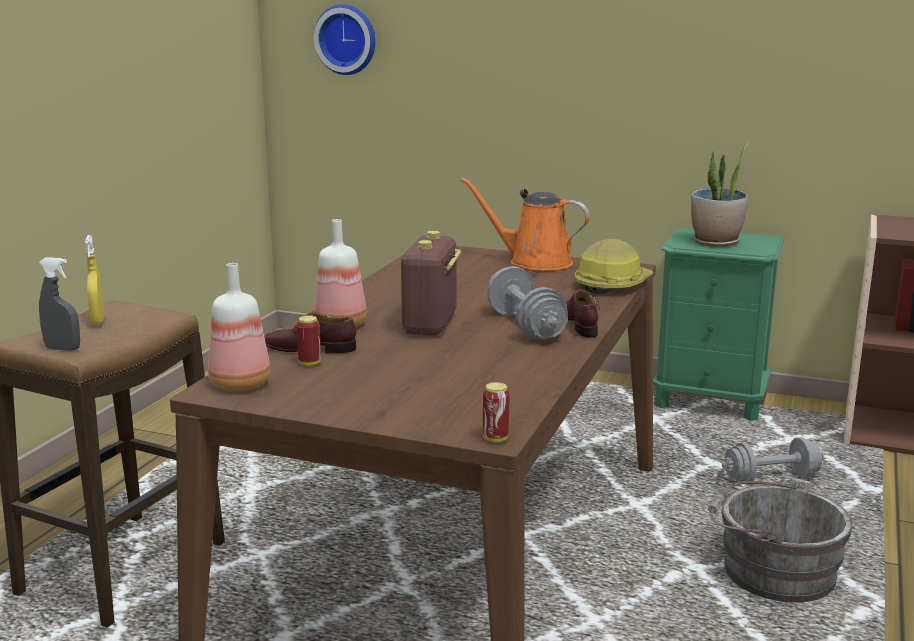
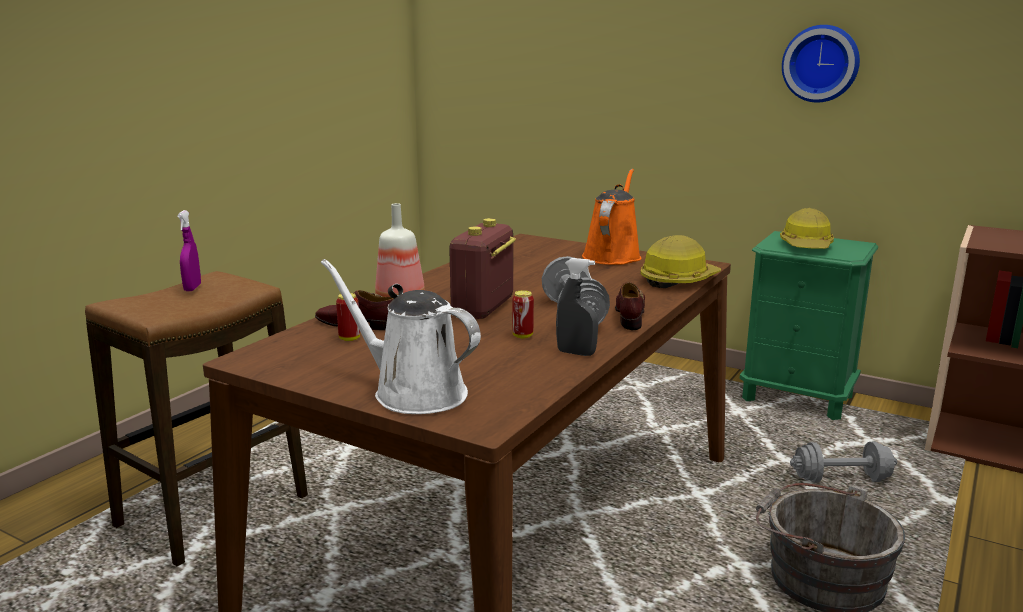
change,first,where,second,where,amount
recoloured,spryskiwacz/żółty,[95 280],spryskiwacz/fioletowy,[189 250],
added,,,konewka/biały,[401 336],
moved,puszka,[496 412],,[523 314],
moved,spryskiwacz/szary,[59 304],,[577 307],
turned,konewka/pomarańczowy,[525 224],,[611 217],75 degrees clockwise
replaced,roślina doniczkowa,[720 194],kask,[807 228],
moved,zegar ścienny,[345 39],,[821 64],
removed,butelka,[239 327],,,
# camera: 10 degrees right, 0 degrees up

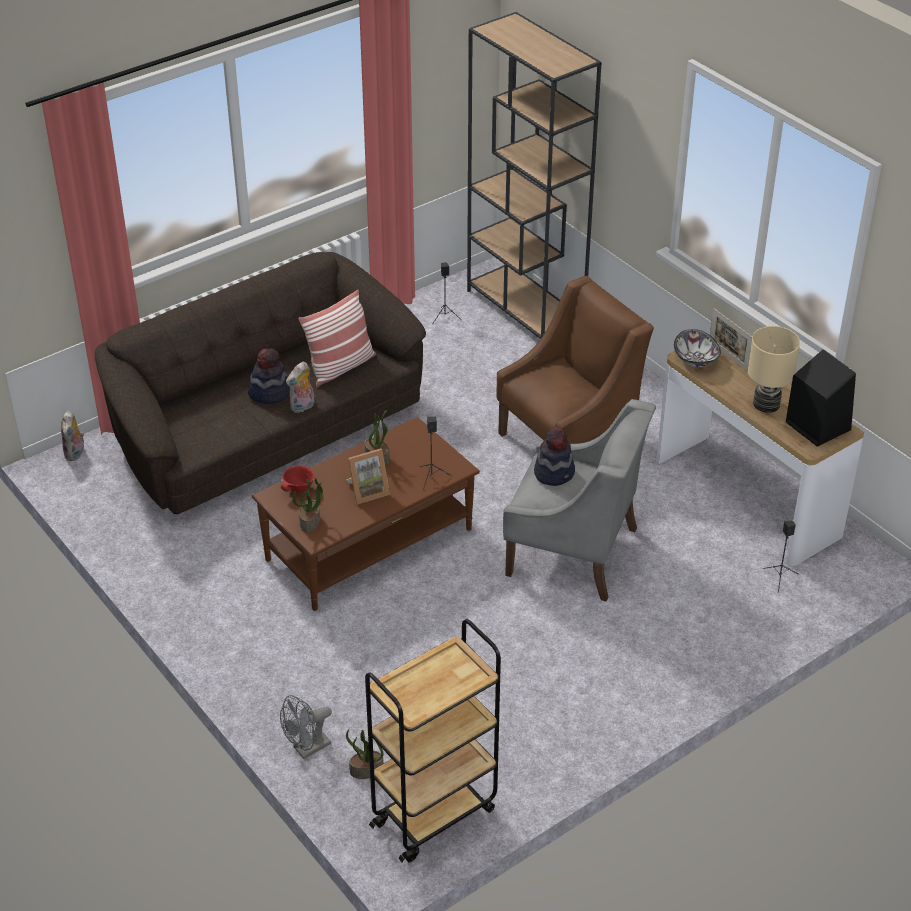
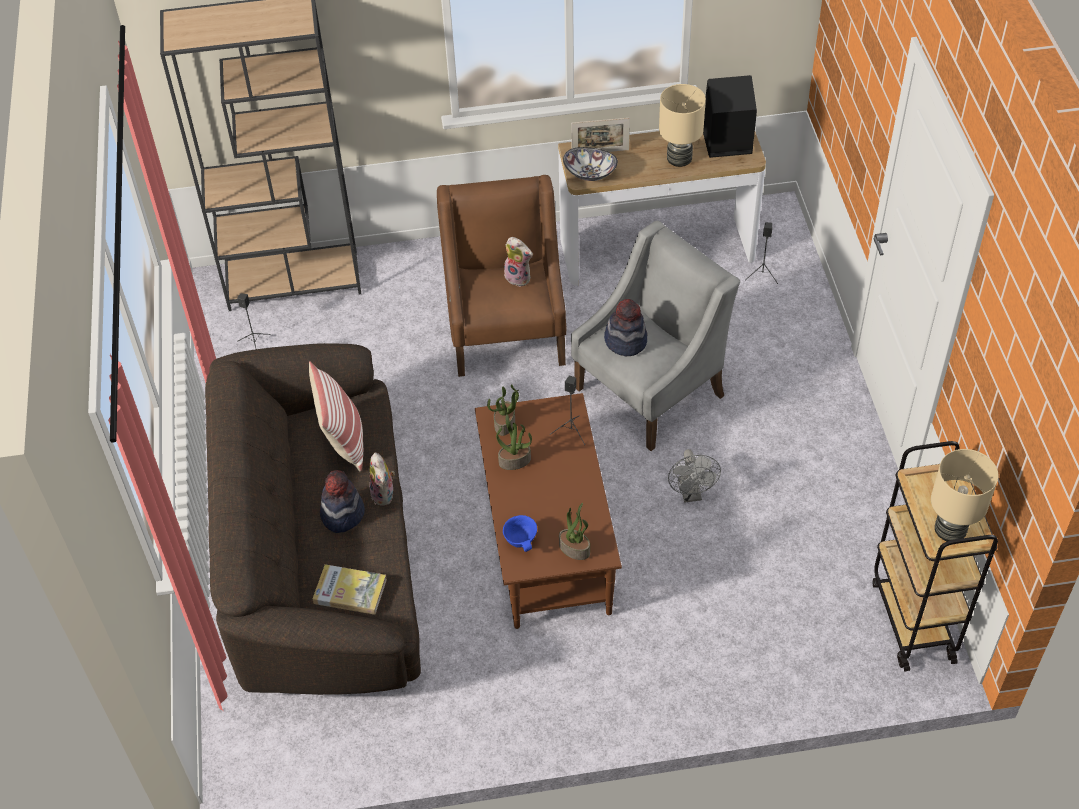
change,first,where,second,where,amount
added,,,książka,[349 589],
moved,roślina doniczkowa,[365 754],,[503 410],
recoloured,miska/czerwony,[298 479],miska/niebieski,[520 533],
moved,pluszak,[72 435],,[518 262],
moved,wentylator/szary,[306 727],,[694 476],
added,,,lampa stołowa/beżowy,[964 495],
removed,ramka na zdjęcie,[368 476],,,
# camera: 60 degrees left, 10 degrees up

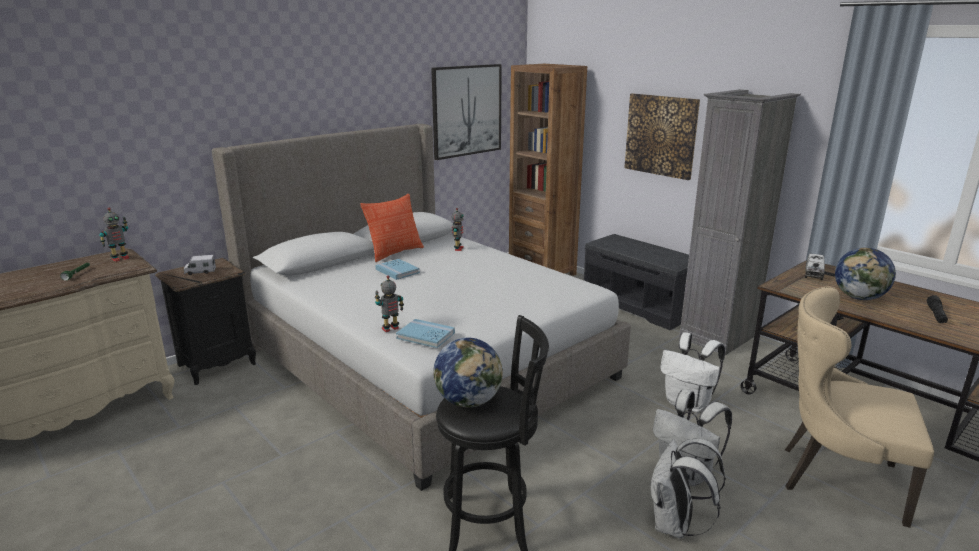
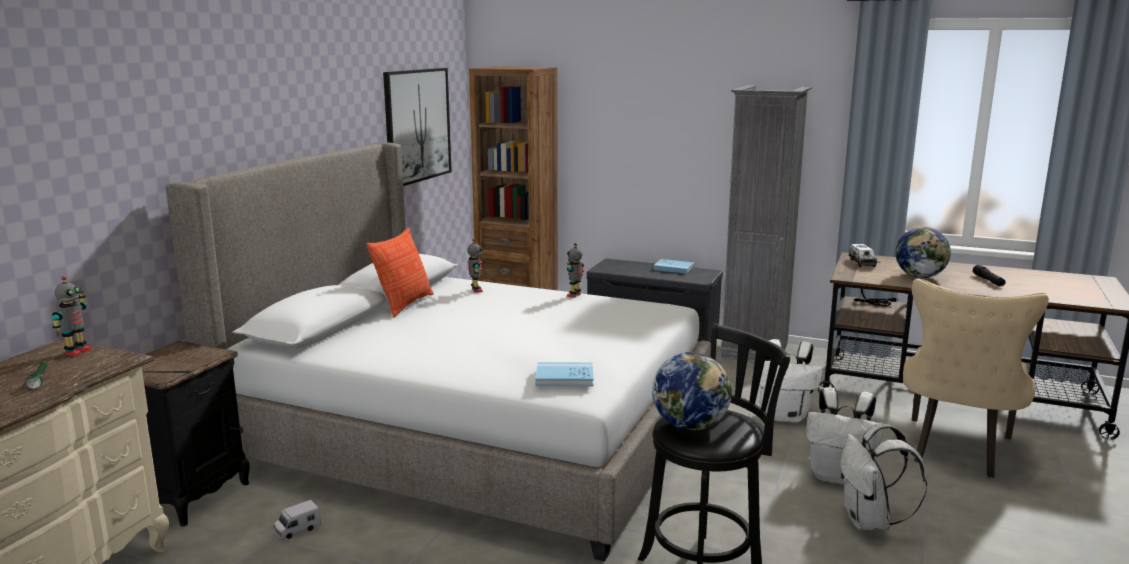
change,first,where,second,where,amount
moved,ciężarówka zabawkowa,[200 265],,[297 519],
moved,robot zabawkowy,[389 303],,[575 270],
moved,książka/niebieski,[397 269],,[673 266],
turned,krzesło/beżowy,[859 407],,[976 378],60 degrees counterclockwise
removed,obraz,[662 136],,,
# camera: 25 degrees left, 5 degrees down

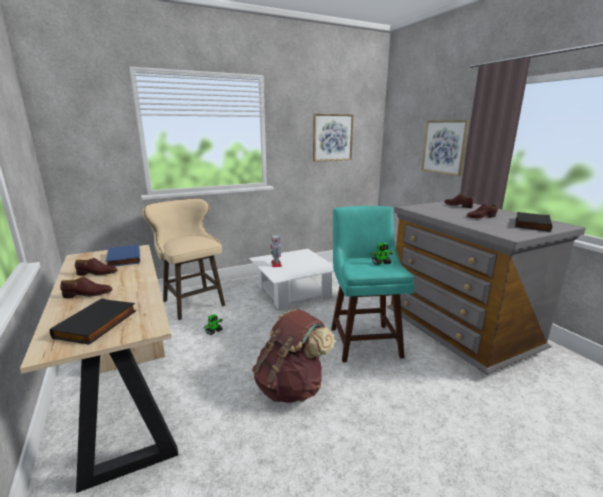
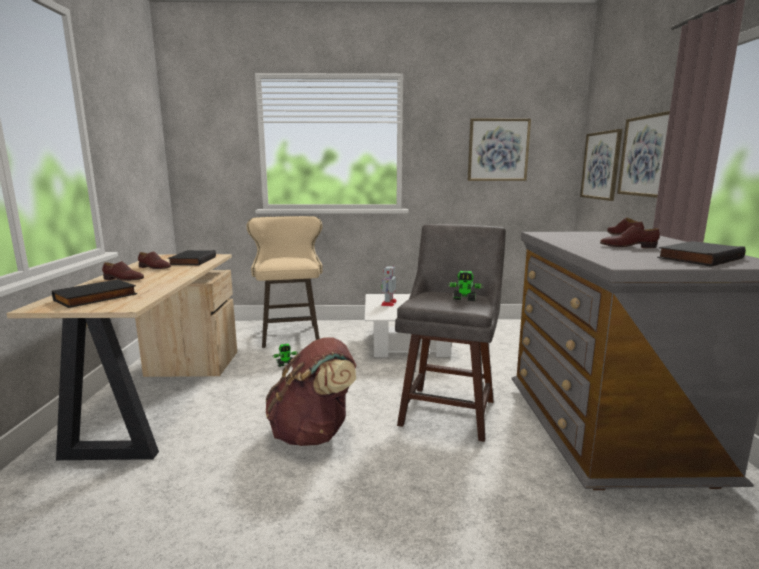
change,first,where,second,where,amount
recoloured,książka/niebieski,[123 255],książka/czarny,[192 258],
recoloured,stołek/turkusowy,[373 284],stołek/szary,[450 333],
added,,,obraz,[601 165],
# camera: 25 degrees right, 5 degrees down

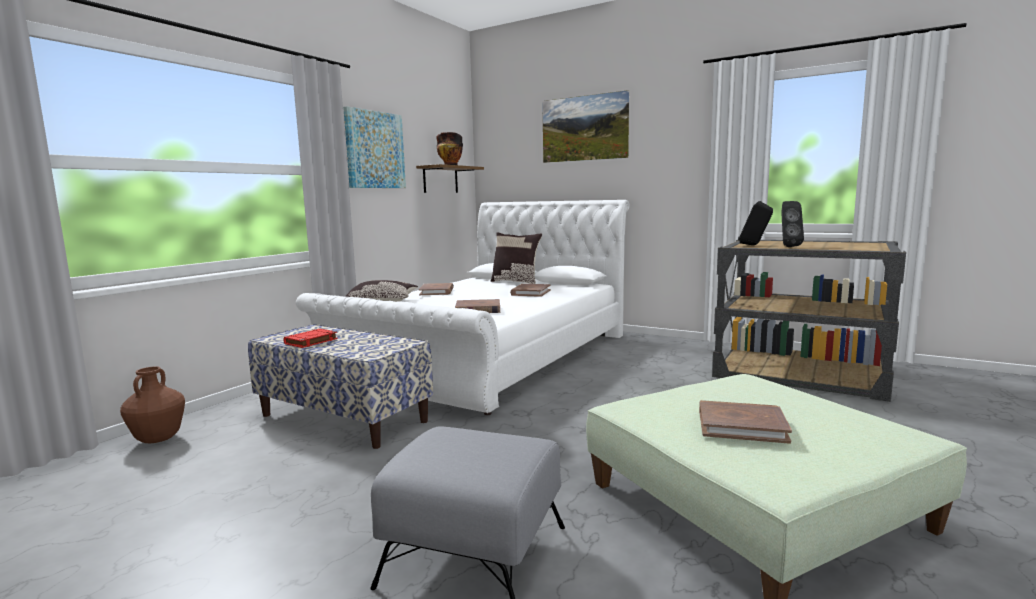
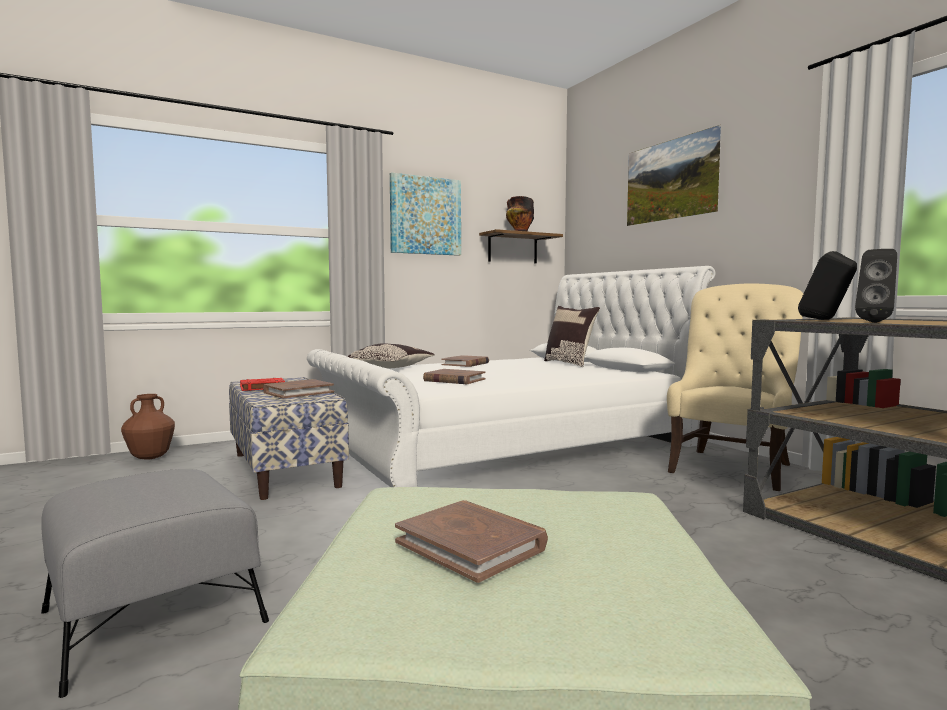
change,first,where,second,where,amount
moved,książka/brązowy,[530 290],,[298 388],
added,,,krzesło/beżowy,[735 387],
# camera: 30 degrees right, 5 degrees down

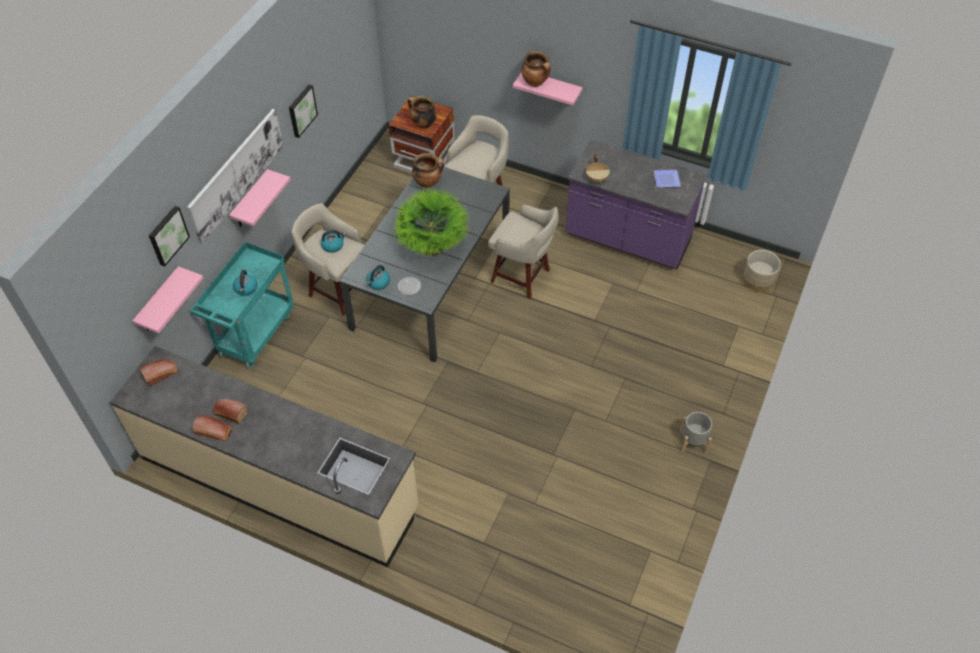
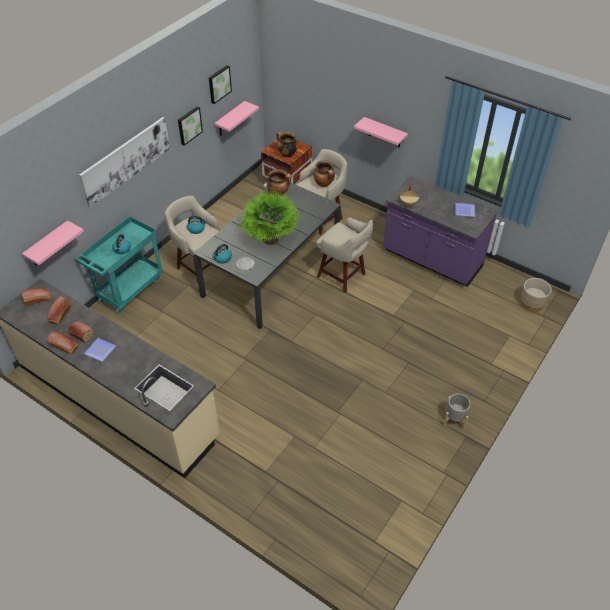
change,first,where,second,where,amount
added,,,chleb,[59 310],
added,,,talerz,[100 350],
moved,obraz,[169 236],,[220 84],
moved,półka/różowy,[260 198],,[236 118],
moved,garnek,[536 68],,[324 173],
# camera: 10 degrees right, 5 degrees down

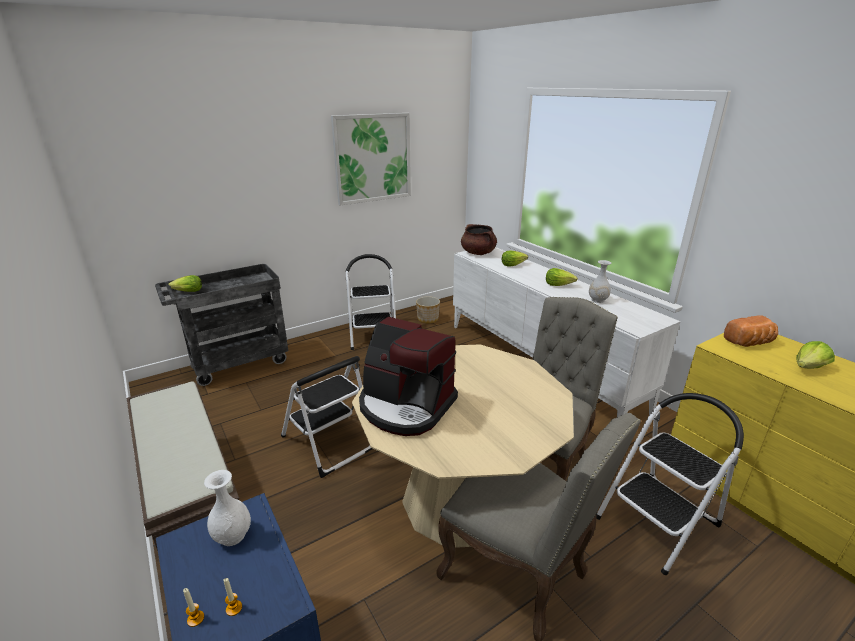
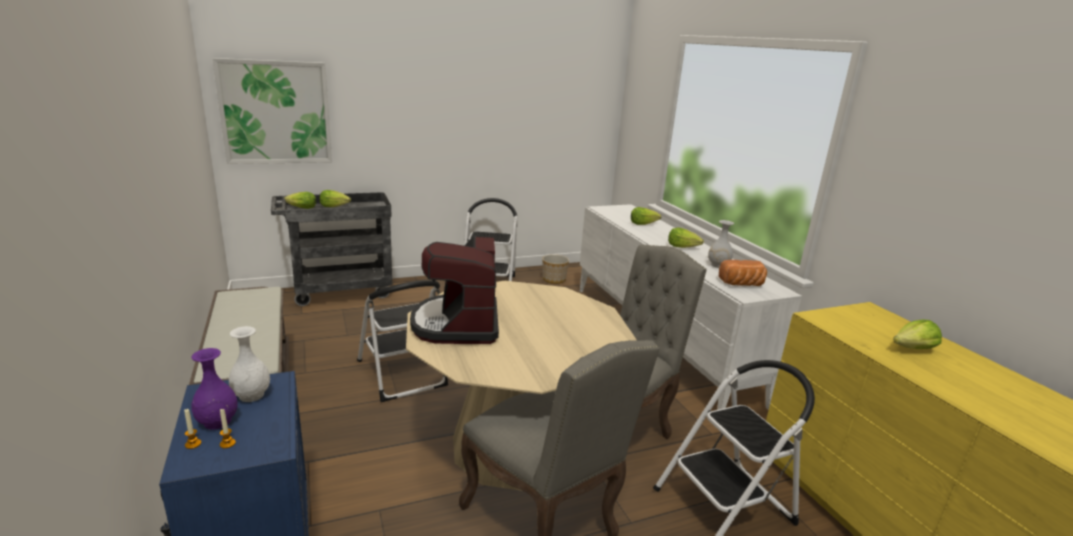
change,first,where,second,where,amount
added,,,wazon/fioletowy,[214 389],
moved,obraz,[371 159],,[272 111],
added,,,sałata,[335 198],
turned,ekspres do kawy,[408 376],,[454 290],45 degrees clockwise
moved,chleb,[751 331],,[743 273],
removed,garnek/brązowy,[479 239],,,
# camera: 10 degrees right, 5 degrees down

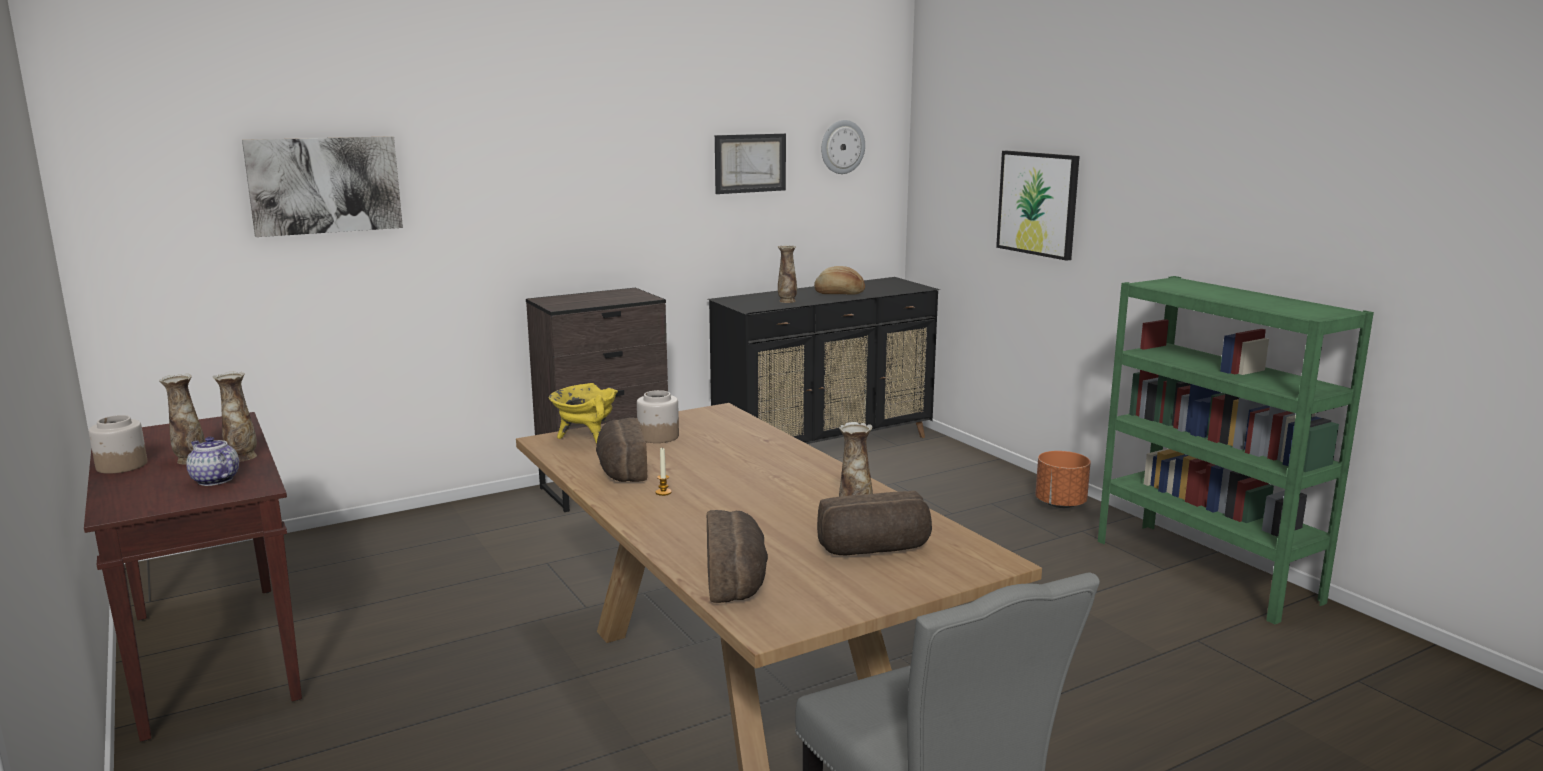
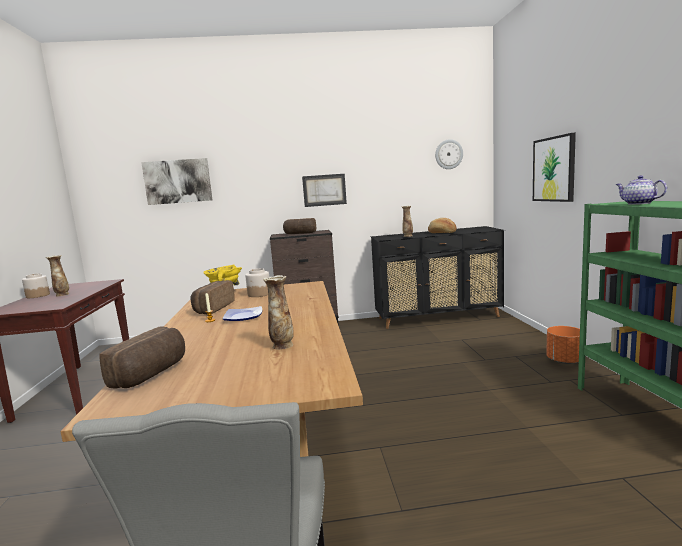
change,first,where,second,where,amount
added,,,talerz,[242 313],
moved,chleb,[874 523],,[299 226],
moved,obraz,[750 163],,[324 190],
moved,imbryk,[212 461],,[641 190],
removed,wazon,[235 416],,,
# camera: 25 degrees right, 5 degrees down

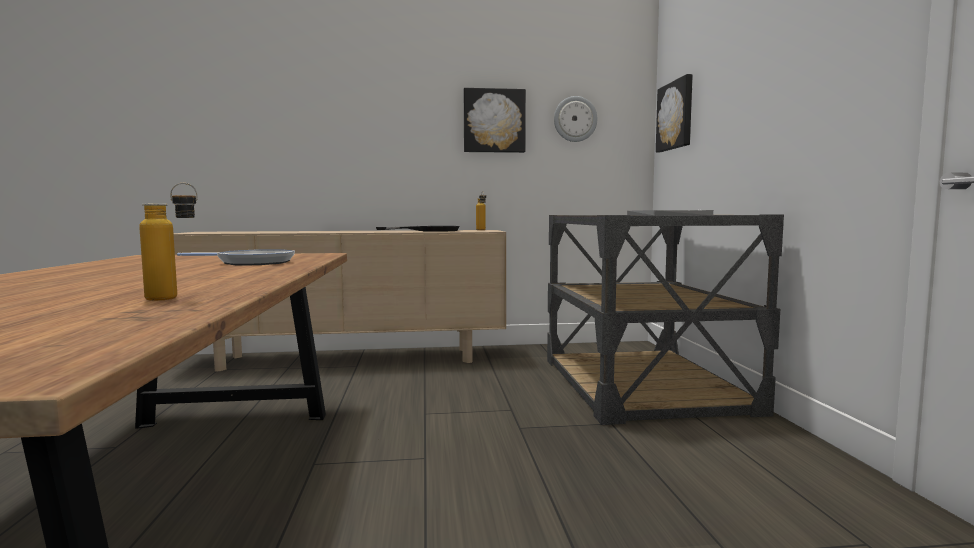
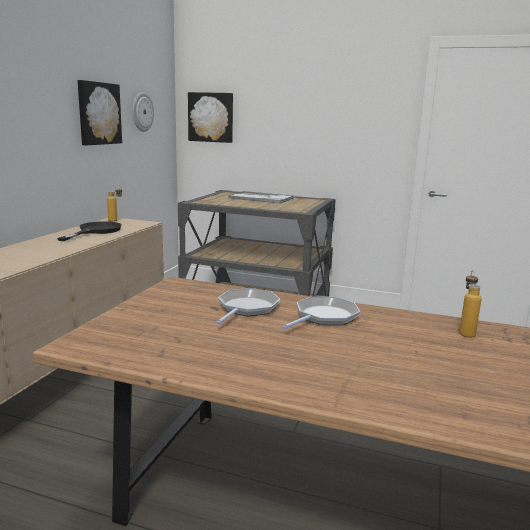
change,first,where,second,where,amount
added,,,patelnia,[321 312],
# camera: 65 degrees left, 10 degrees up

